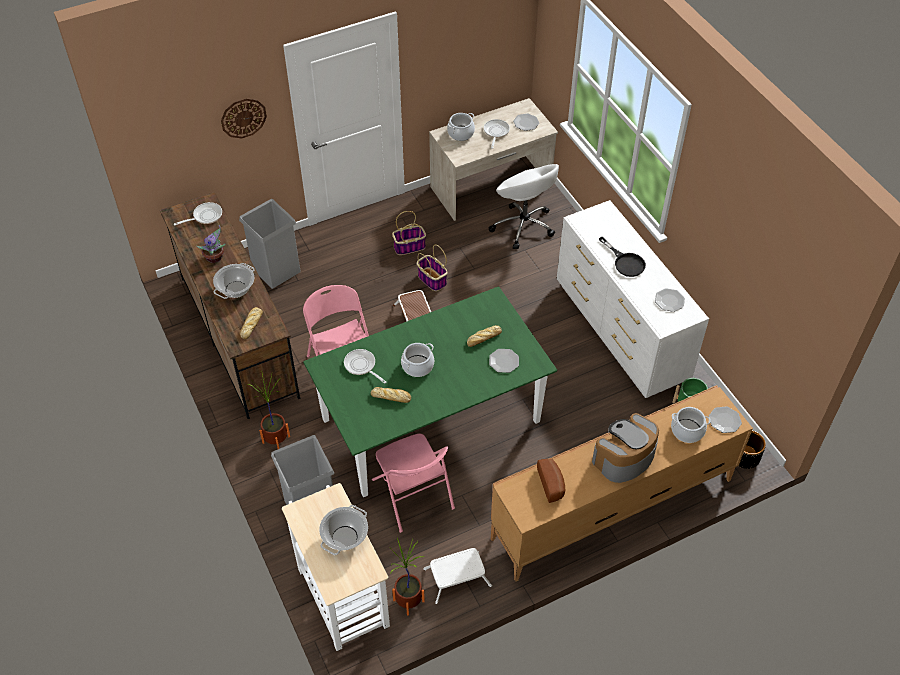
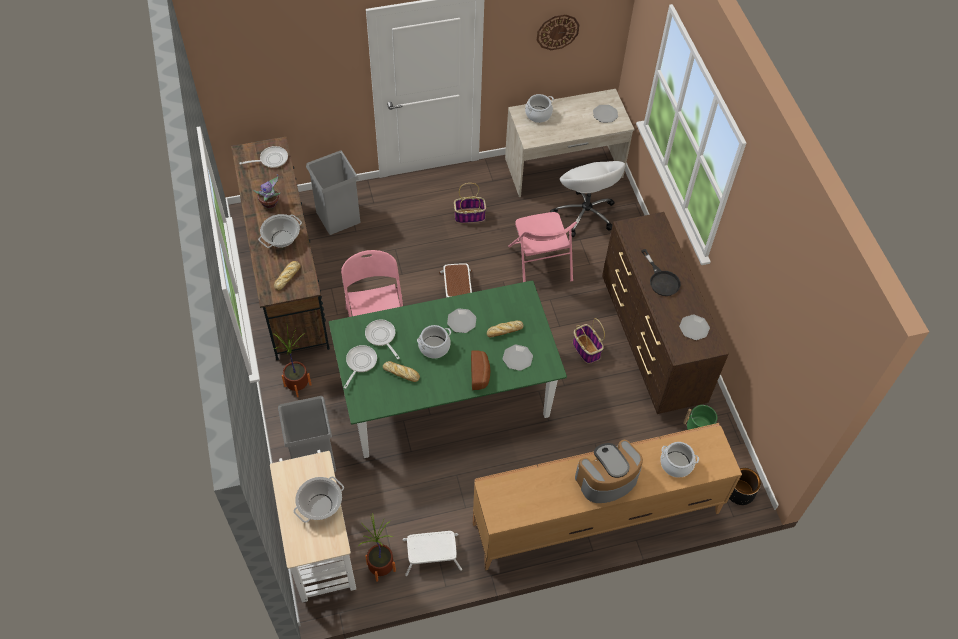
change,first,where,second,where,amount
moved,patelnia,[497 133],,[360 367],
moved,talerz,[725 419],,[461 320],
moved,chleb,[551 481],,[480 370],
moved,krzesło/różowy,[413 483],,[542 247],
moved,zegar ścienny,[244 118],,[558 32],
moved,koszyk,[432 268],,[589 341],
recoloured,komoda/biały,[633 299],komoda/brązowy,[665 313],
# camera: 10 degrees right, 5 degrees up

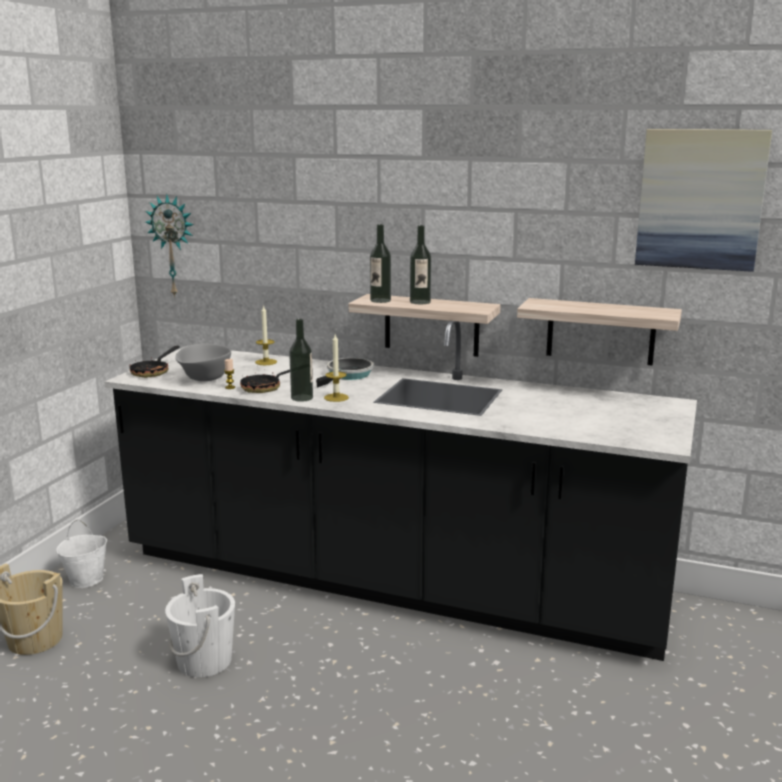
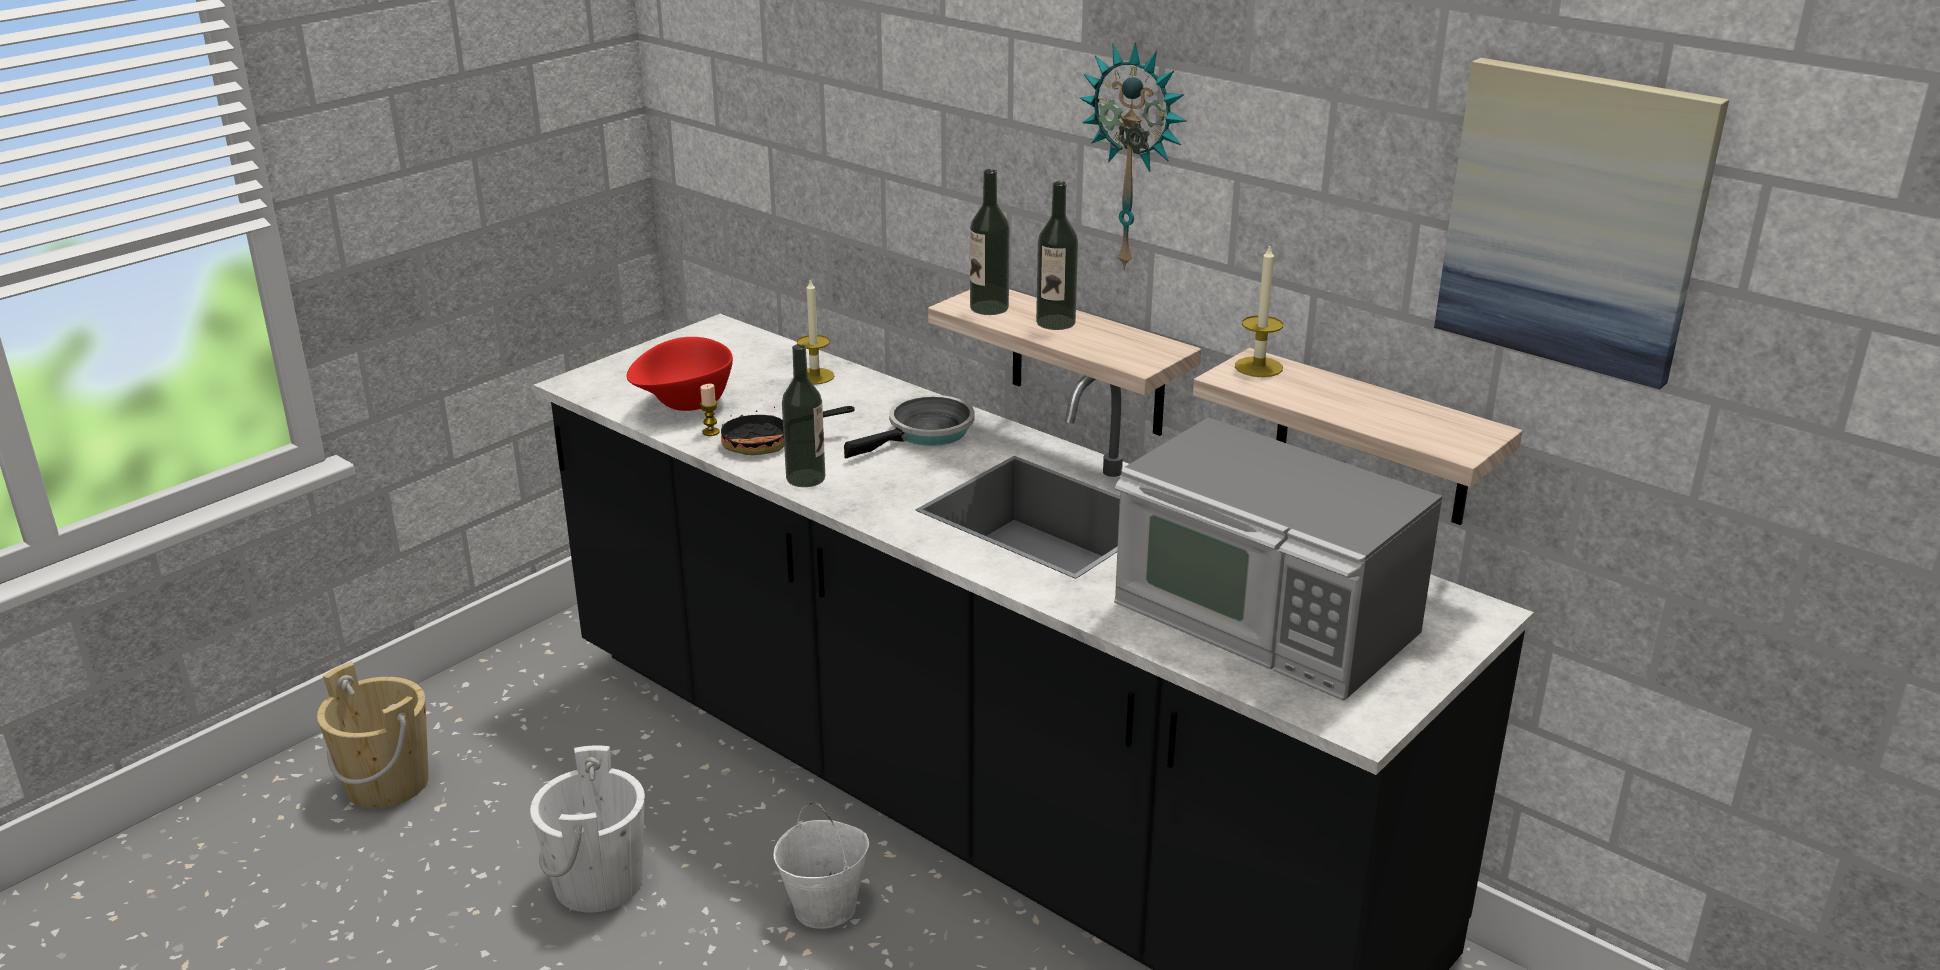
change,first,where,second,where,amount
recoloured,miska/szary,[203 362],miska/czerwony,[680 374],
moved,wiadro/biały,[81 553],,[821 866],
moved,zegar ścienny,[169 246],,[1133 156],
added,,,mikrofalówka,[1278 558],
moved,świeca,[336 368],,[1259 311],
removed,patelnia,[154 362],,,
# camera: 20 degrees right, 10 degrees up

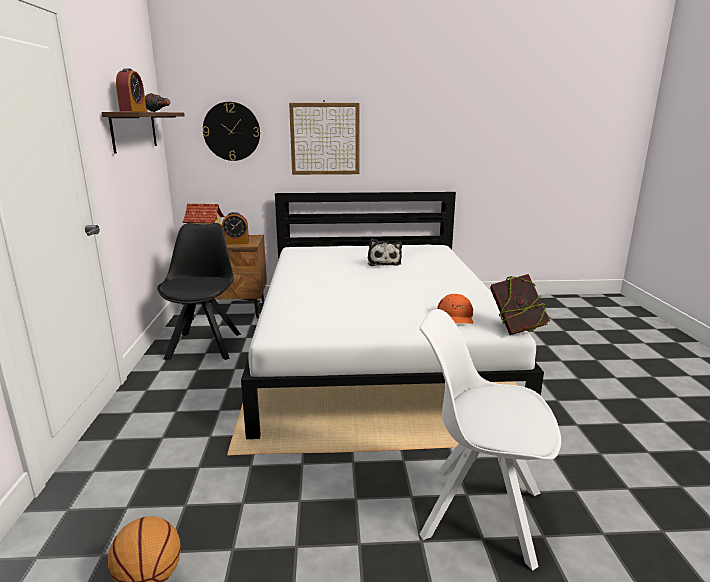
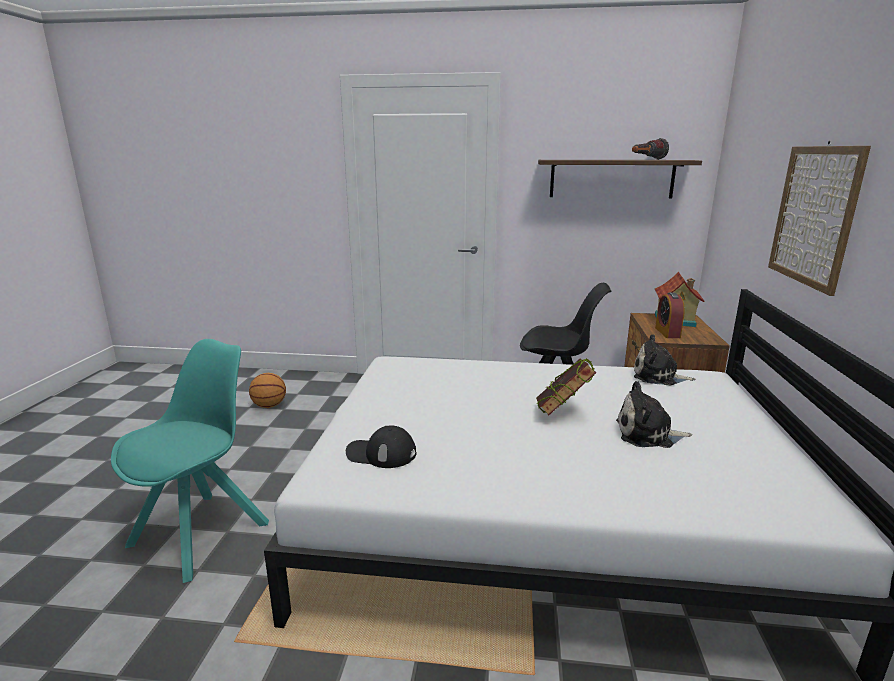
change,first,where,second,where,amount
recoloured,krzesło/biały,[490 440],krzesło/turkusowy,[190 461],
recoloured,czapka z daszkiem/pomarańczowy,[455 309],czapka z daszkiem/czarny,[381 446],
moved,książka,[520 304],,[566 387],
added,,,pluszak,[664 360],
removed,budzik,[131 90],,,
removed,zegar ścienny,[231 131],,,
# camera: 100 degrees right, 0 degrees up

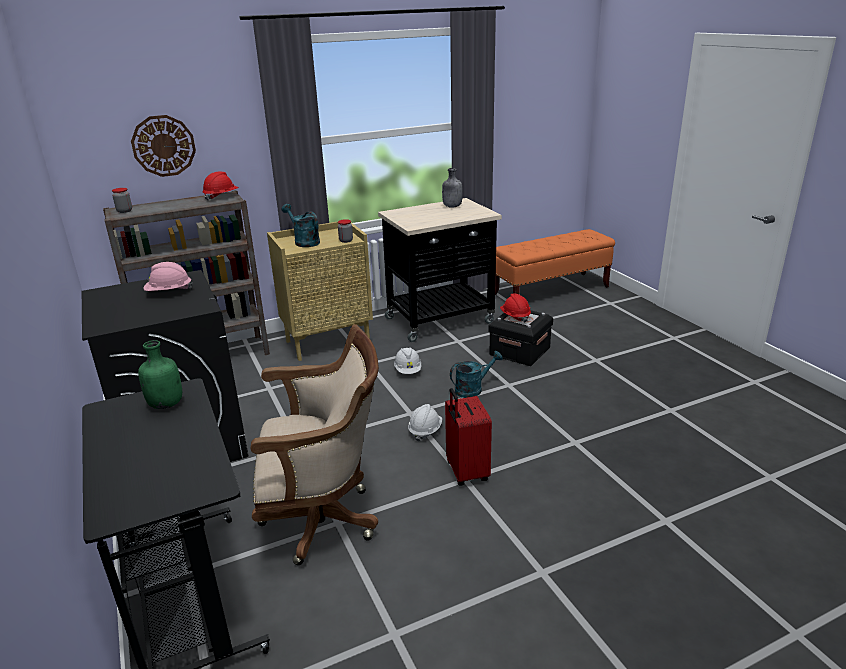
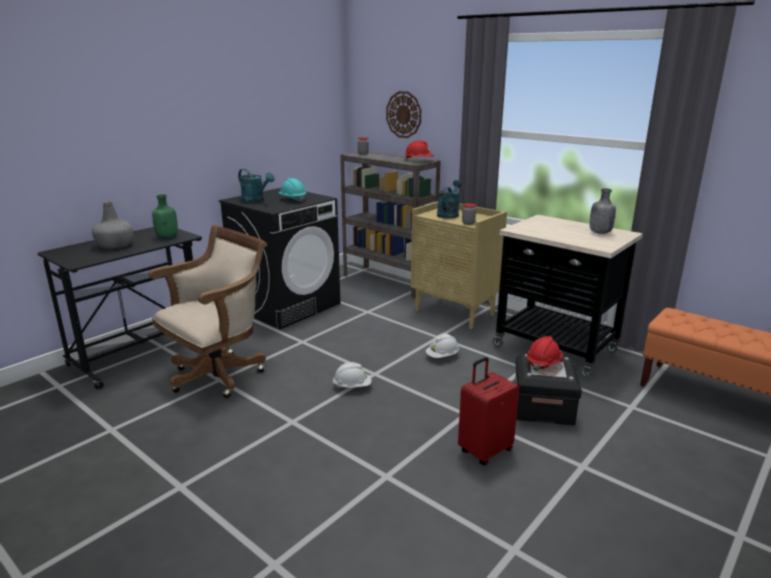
change,first,where,second,where,amount
added,,,butelka/szary,[113 225],
turned,krzesło biurowe,[314 444],,[207 311],105 degrees counterclockwise
moved,konewka/turkusowy,[476 374],,[256 186],
recoloured,kask/różowy,[168 276],kask/turkusowy,[292 190],
moved,walizka/czerwony,[468 437],,[488 411],
# camera: 65 degrees right, 5 degrees down

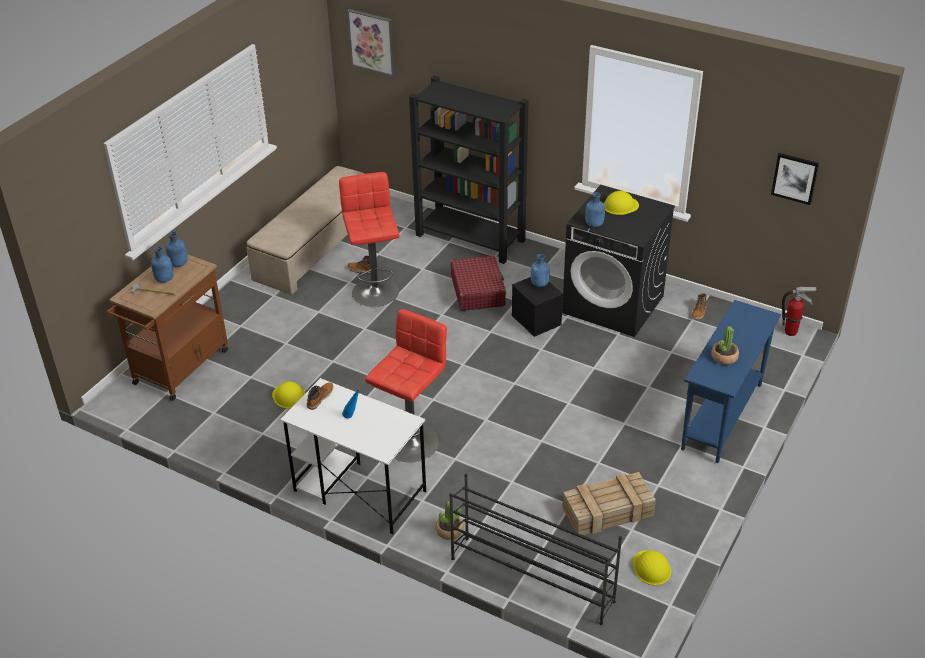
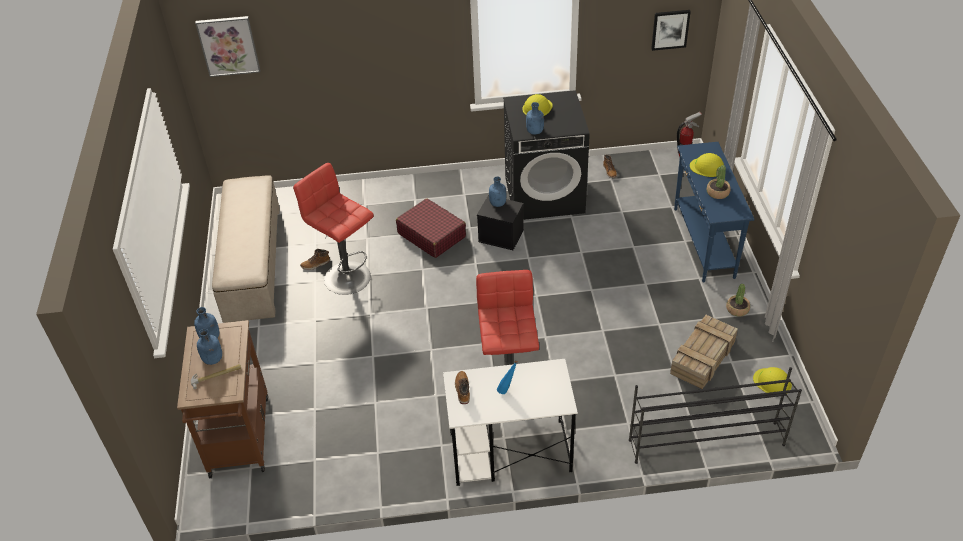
change,first,where,second,where,amount
moved,kask/żółty,[288 395],,[707 165],
moved,roślina doniczkowa,[449 520],,[738 300],
removed,regał/czarny,[469 170],,,
# camera: 35 degrees left, 5 degrees up

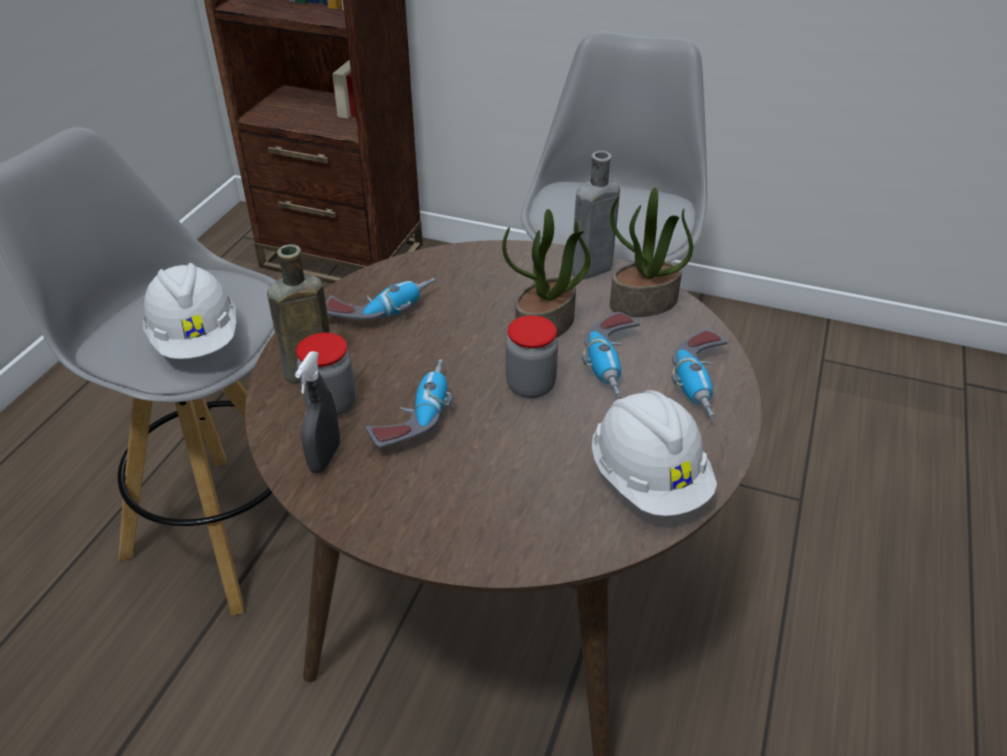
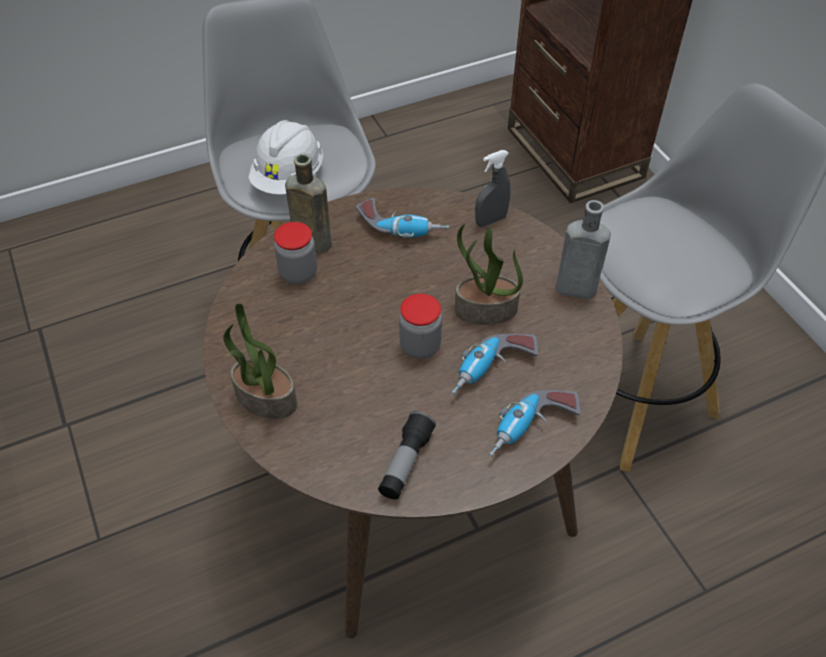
change,first,where,second,where,amount
moved,roślina doniczkowa,[651 252],,[260 361],
replaced,kask/biały,[654 453],latarka,[407 455],
moved,spryskiwacz/szary,[317 412],,[493 188],
removed,wiertarka,[409 403],,,
# camera: 45 degrees right, 10 degrees up

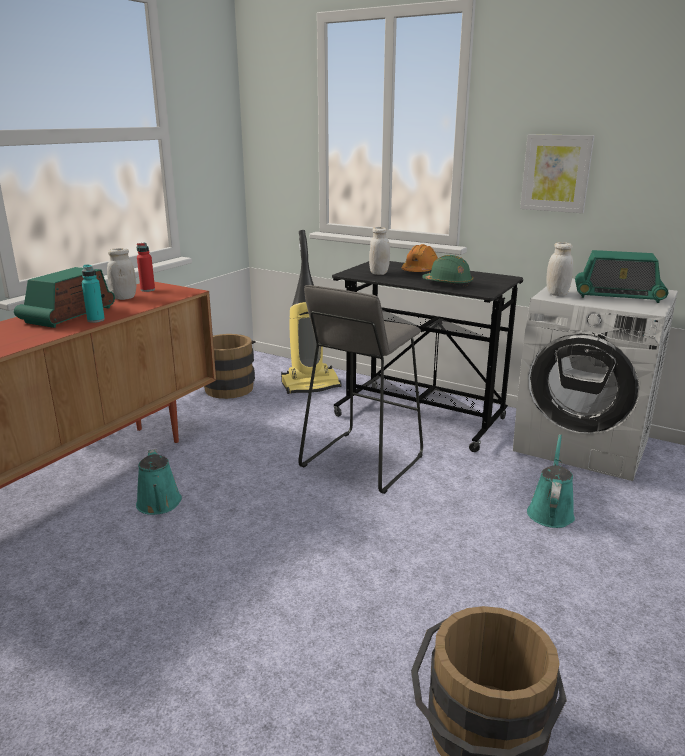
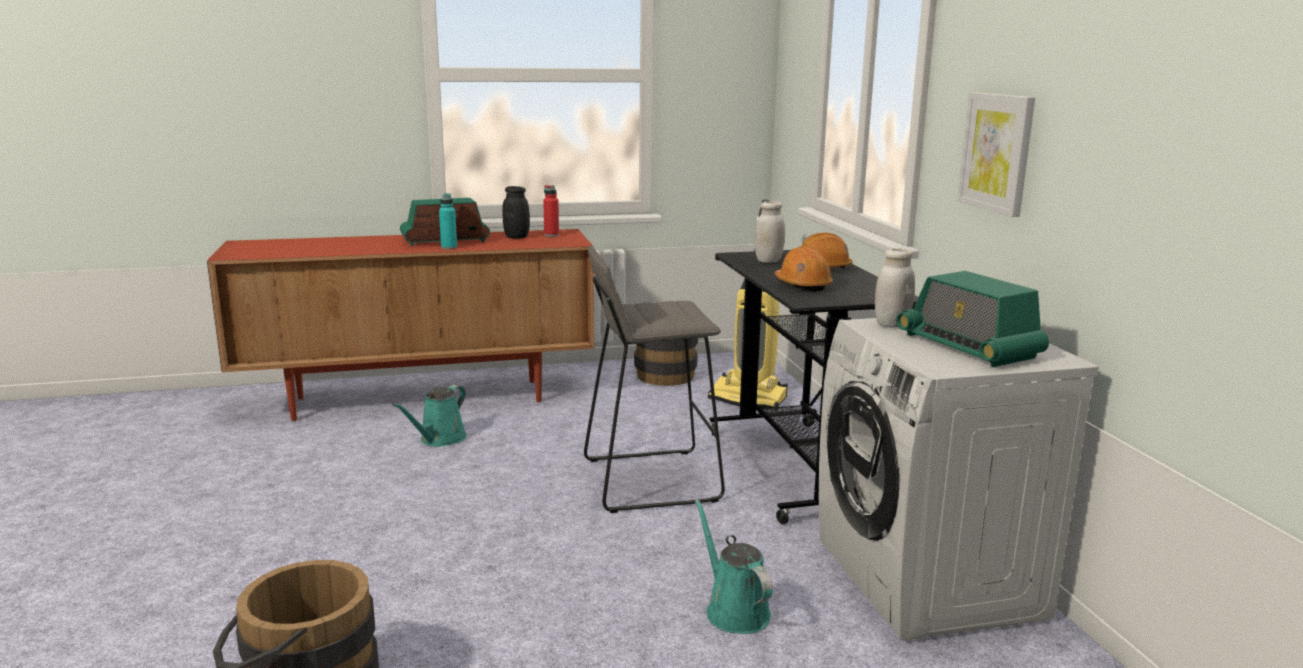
change,first,where,second,where,amount
recoloured,słoik/biały,[122 274],słoik/czarny,[516 212],
turned,konewka/turkusowy,[551 481],,[734 566],90 degrees counterclockwise
recoloured,kask/zielony,[447 271],kask/pomarańczowy,[804 269],
# camera: 45 degrees right, 5 degrees down

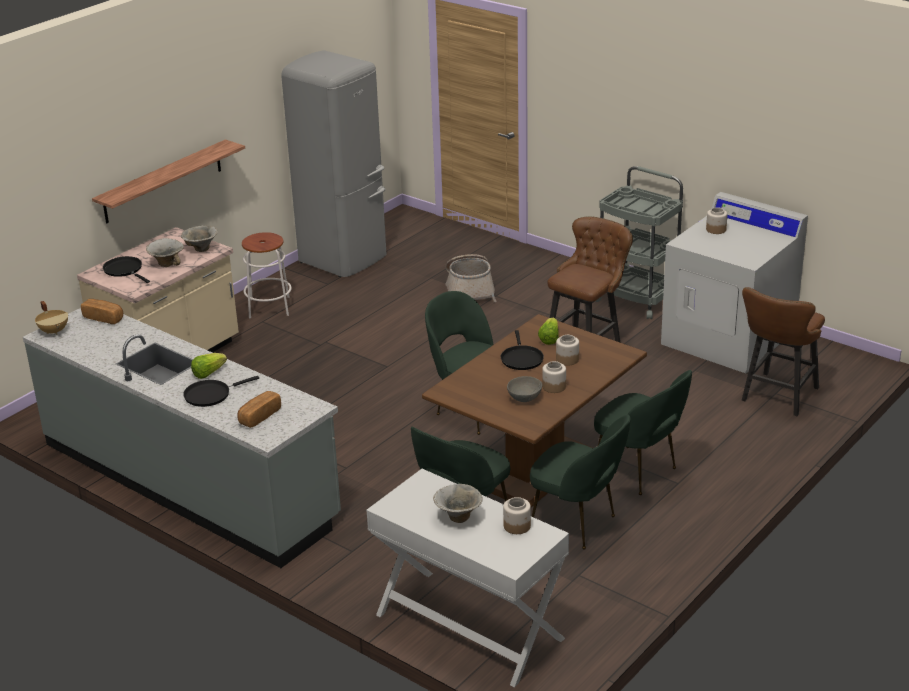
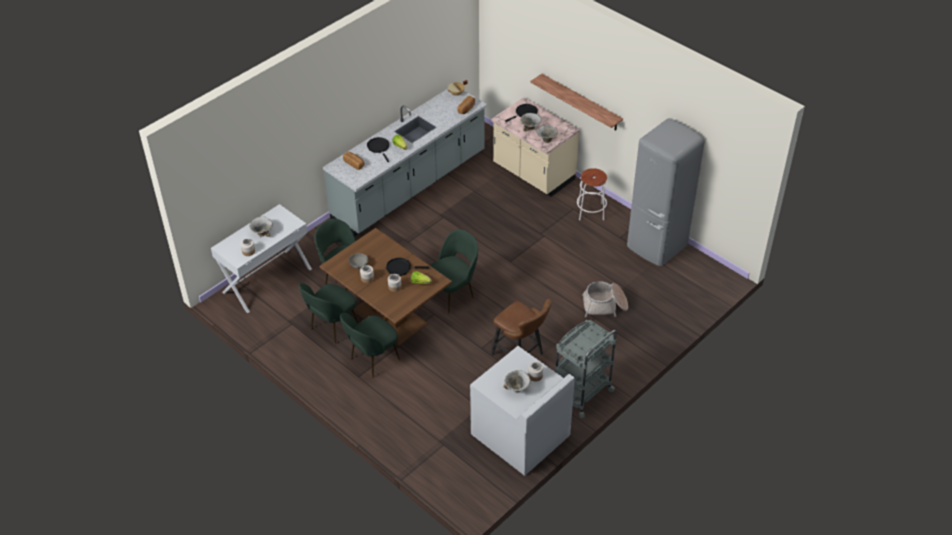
change,first,where,second,where,amount
added,,,miska,[517 381],
removed,stołek/brązowy,[783 351],,,
# camera: 95 degrees right, 15 degrees up

